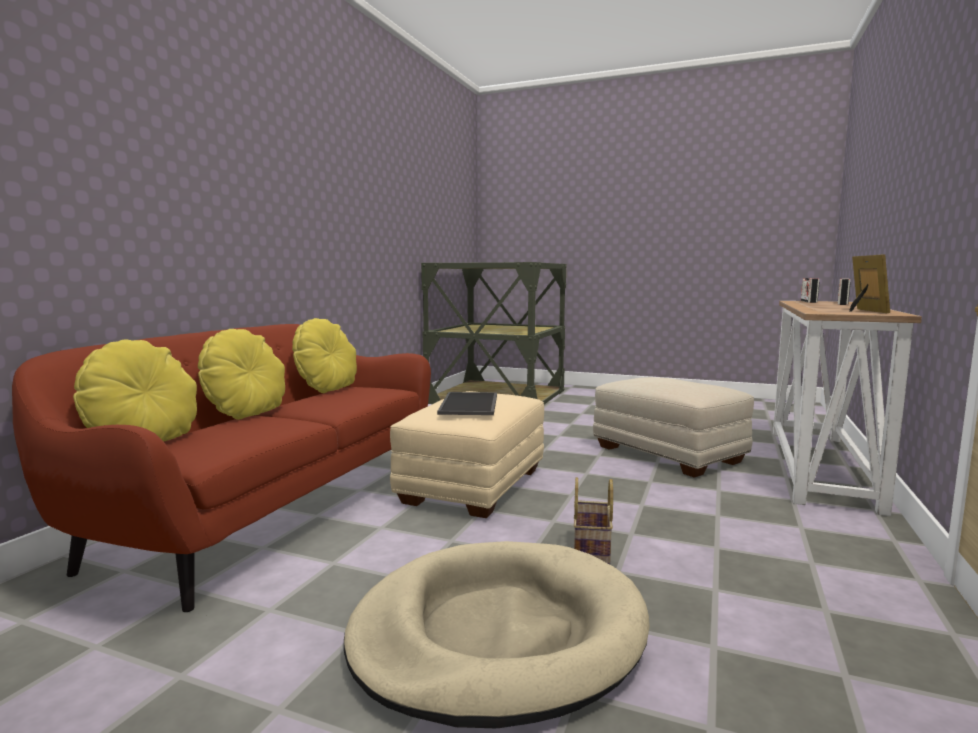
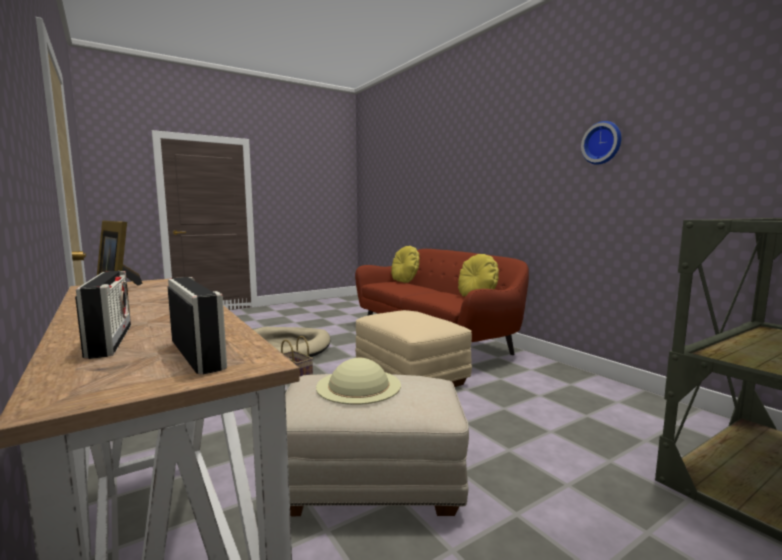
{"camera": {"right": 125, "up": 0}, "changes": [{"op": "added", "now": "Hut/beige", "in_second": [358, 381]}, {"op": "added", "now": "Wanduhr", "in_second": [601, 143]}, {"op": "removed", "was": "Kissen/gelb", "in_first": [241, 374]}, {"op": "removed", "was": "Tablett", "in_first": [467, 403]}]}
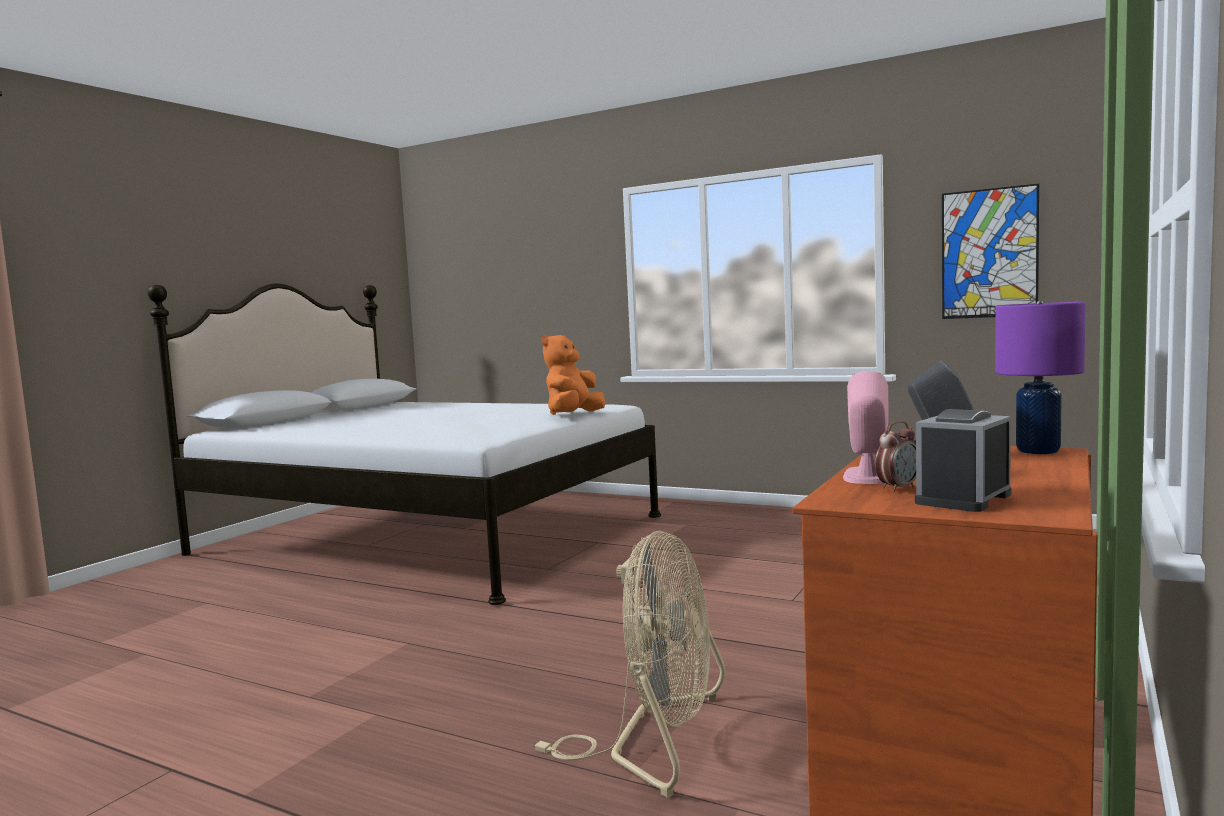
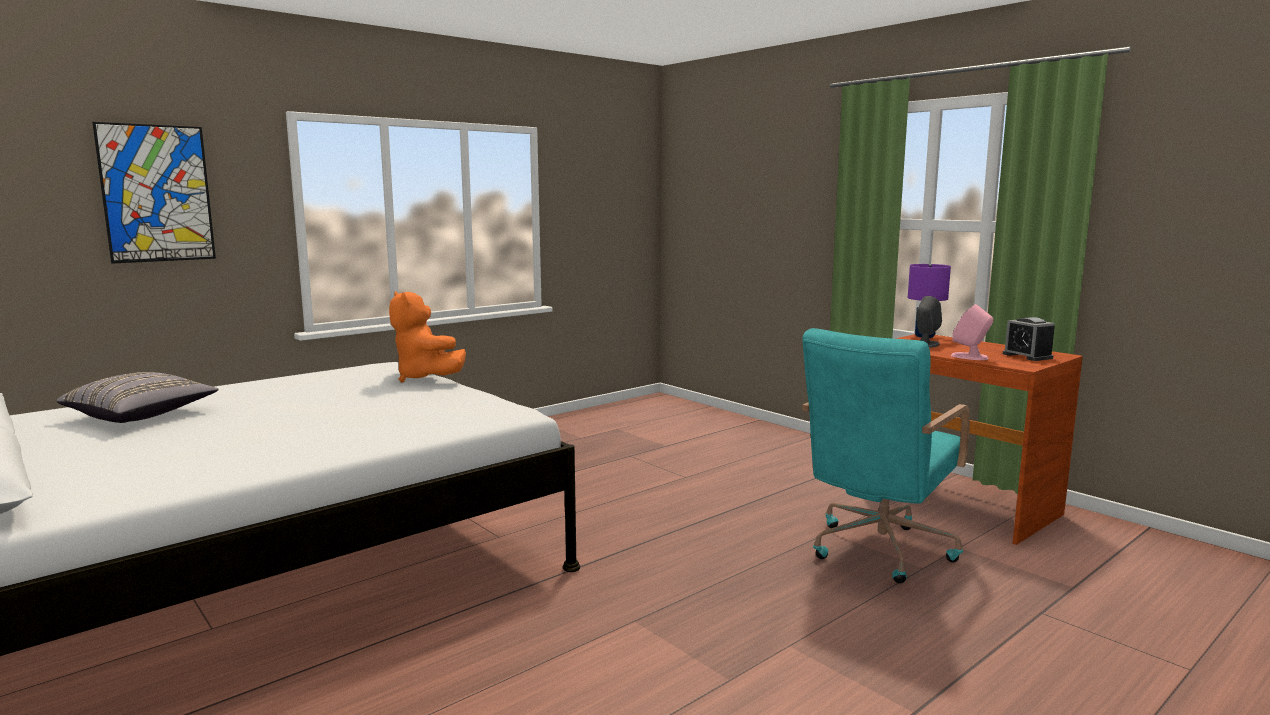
{"camera": {"right": -70, "up": 5}, "changes": [{"op": "added", "now": "Kissen/grau", "in_second": [138, 397]}, {"op": "moved", "was": "Bild", "in_first": [990, 251], "in_second": [154, 193]}, {"op": "replaced", "was": "Ventilator/beige", "now": "Bürostuhl/türkis", "in_first": [630, 664], "in_second": [886, 455]}, {"op": "removed", "was": "Wecker", "in_first": [895, 456]}]}
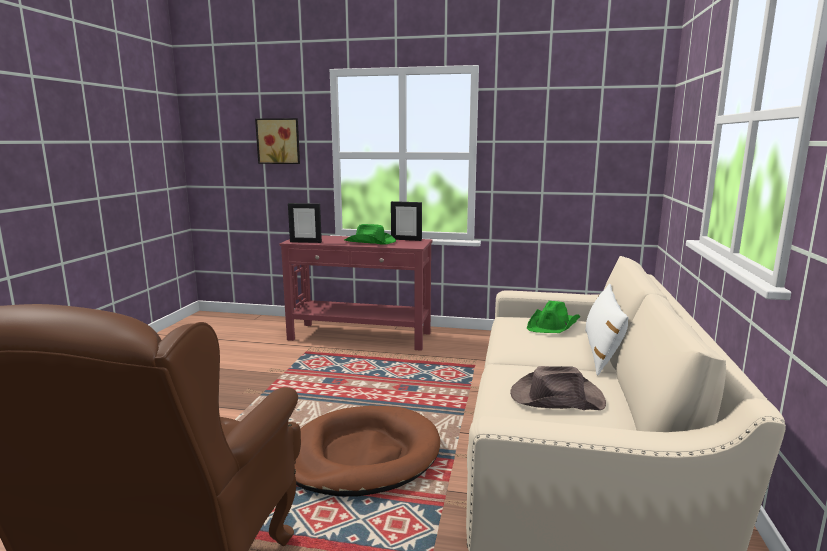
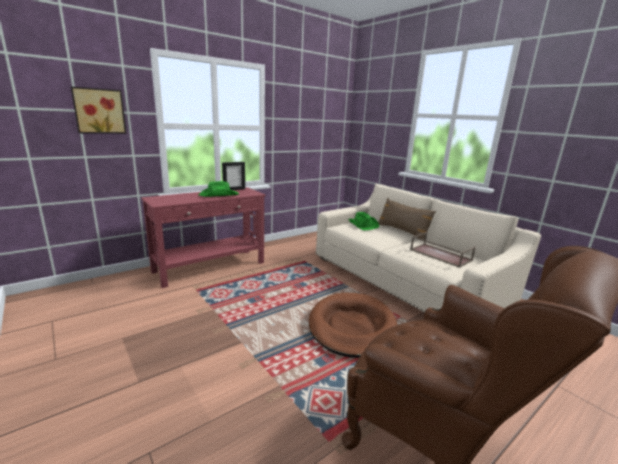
{"camera": {"right": -50, "up": 5}, "changes": [{"op": "recoloured", "was": "Kissen/weiß", "now": "Kissen/braun", "in_first": [606, 329], "in_second": [407, 219]}, {"op": "replaced", "was": "Hut/braun", "now": "Tablett/braun", "in_first": [558, 388], "in_second": [442, 250]}, {"op": "removed", "was": "Bilderrahmen", "in_first": [305, 223]}]}
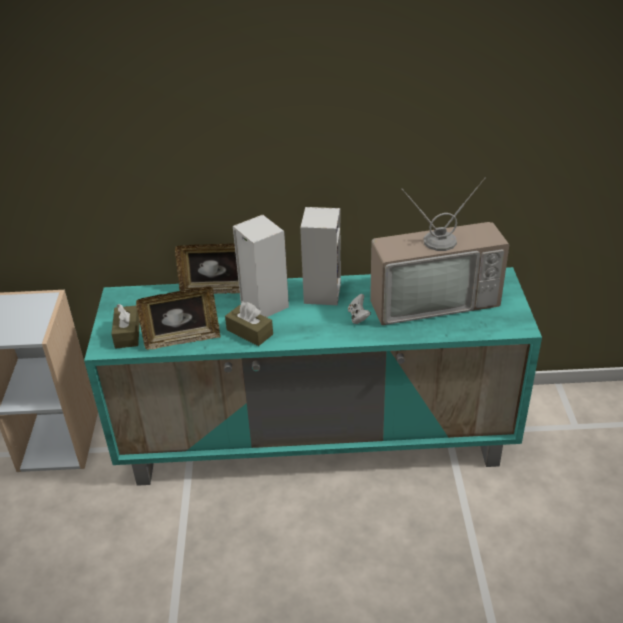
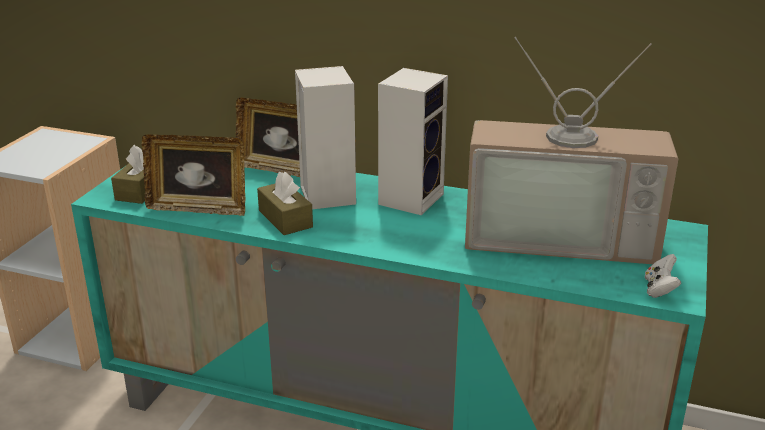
{"camera": {"right": 20, "up": -10}, "changes": [{"op": "moved", "was": "Gamepad/weiß", "in_first": [359, 309], "in_second": [663, 276]}]}
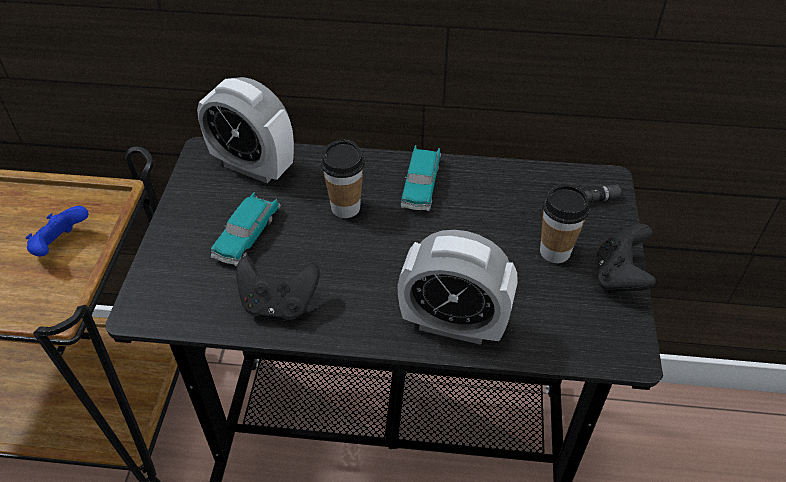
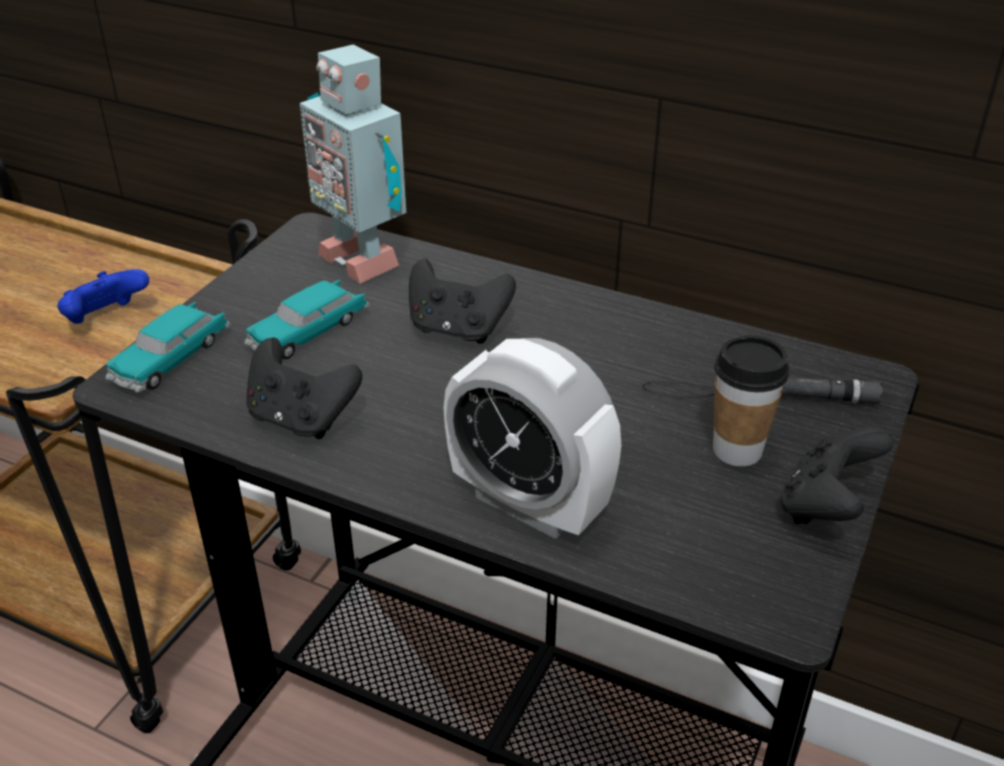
{"camera": {"right": 20, "up": -10}, "changes": [{"op": "moved", "was": "Spielzeugauto", "in_first": [421, 178], "in_second": [168, 347]}, {"op": "replaced", "was": "Wecker", "now": "Spielzeugroboter", "in_first": [245, 130], "in_second": [353, 164]}, {"op": "replaced", "was": "Tasse", "now": "Gamepad/schwarz", "in_first": [343, 179], "in_second": [462, 301]}]}
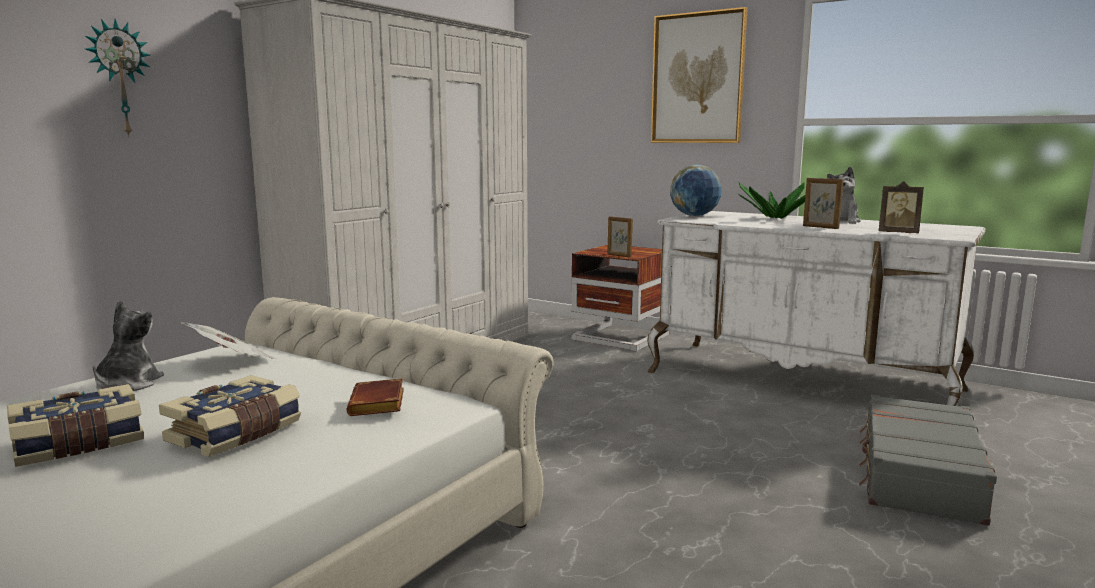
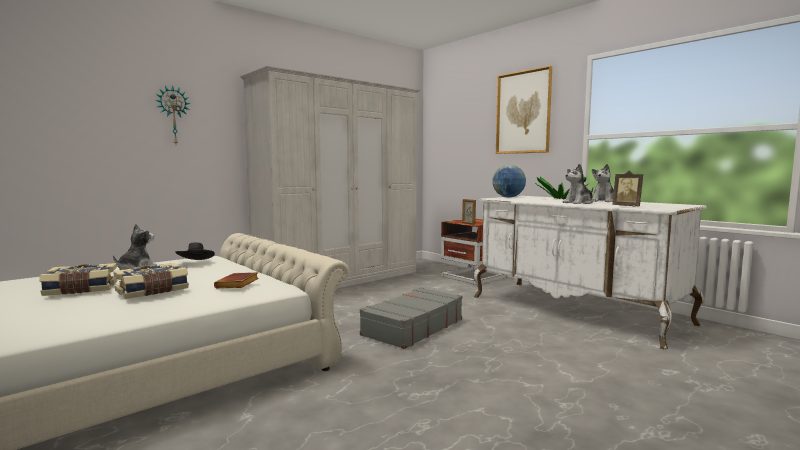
{"camera": {"right": 15, "up": -5}, "changes": [{"op": "replaced", "was": "Zeitung", "now": "Hut/schwarz", "in_first": [227, 340], "in_second": [195, 251]}, {"op": "moved", "was": "Koffer/grau", "in_first": [928, 460], "in_second": [411, 318]}, {"op": "replaced", "was": "Bilderrahmen", "now": "Plüschtier", "in_first": [823, 203], "in_second": [578, 184]}]}
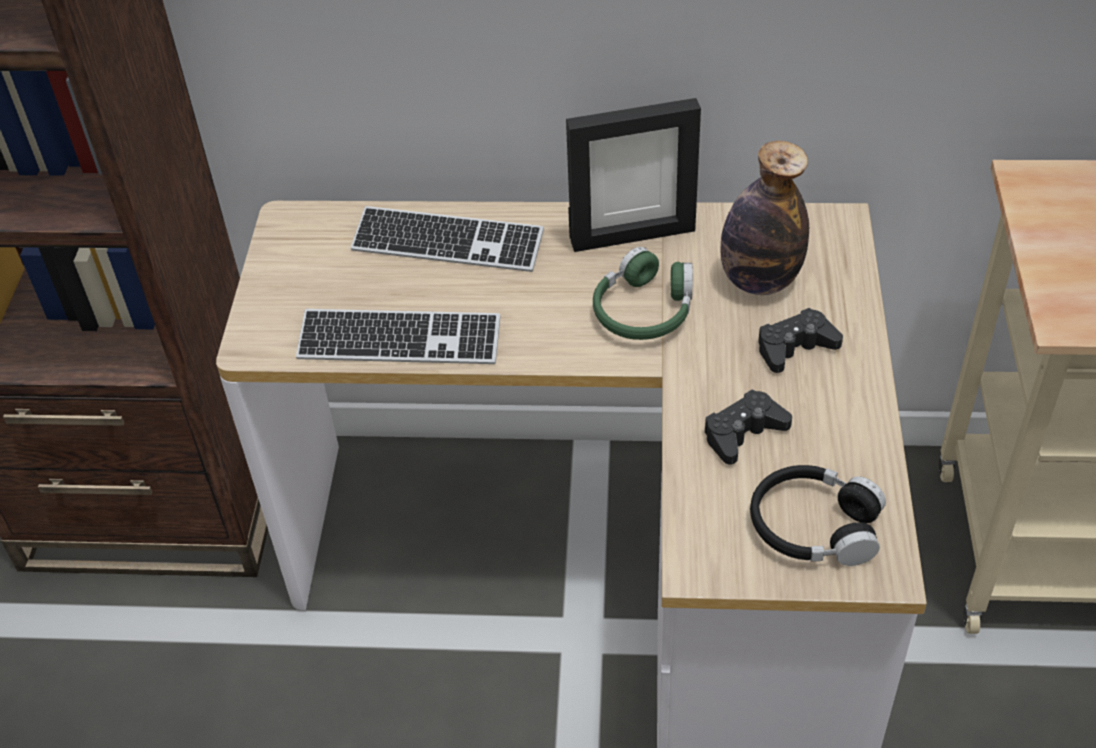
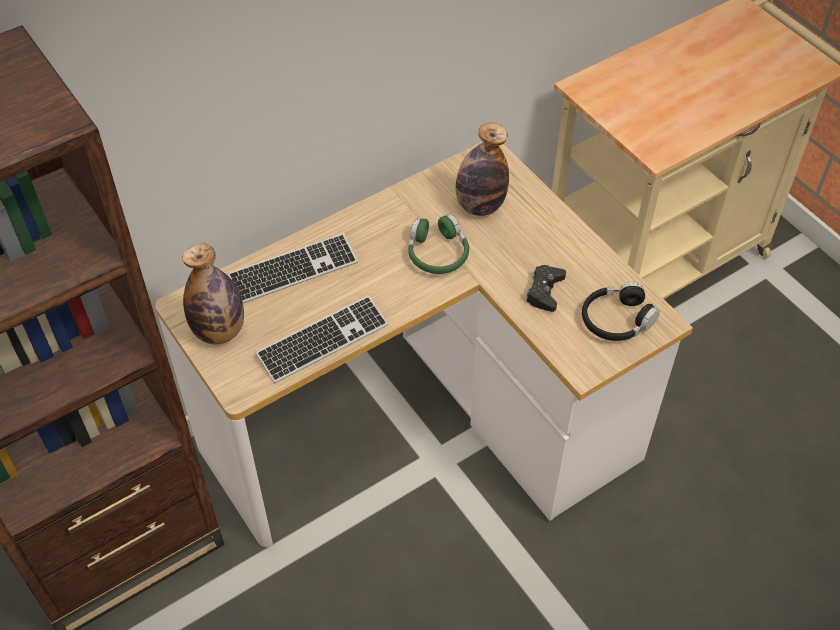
{"camera": {"right": -40, "up": 5}, "changes": [{"op": "added", "now": "Flasche", "in_second": [213, 294]}, {"op": "removed", "was": "Bilderrahmen", "in_first": [633, 175]}, {"op": "removed", "was": "Gamepad/schwarz", "in_first": [800, 340]}]}
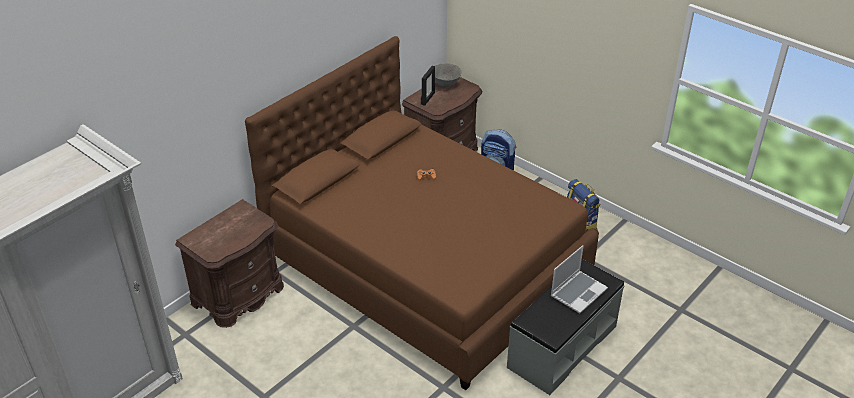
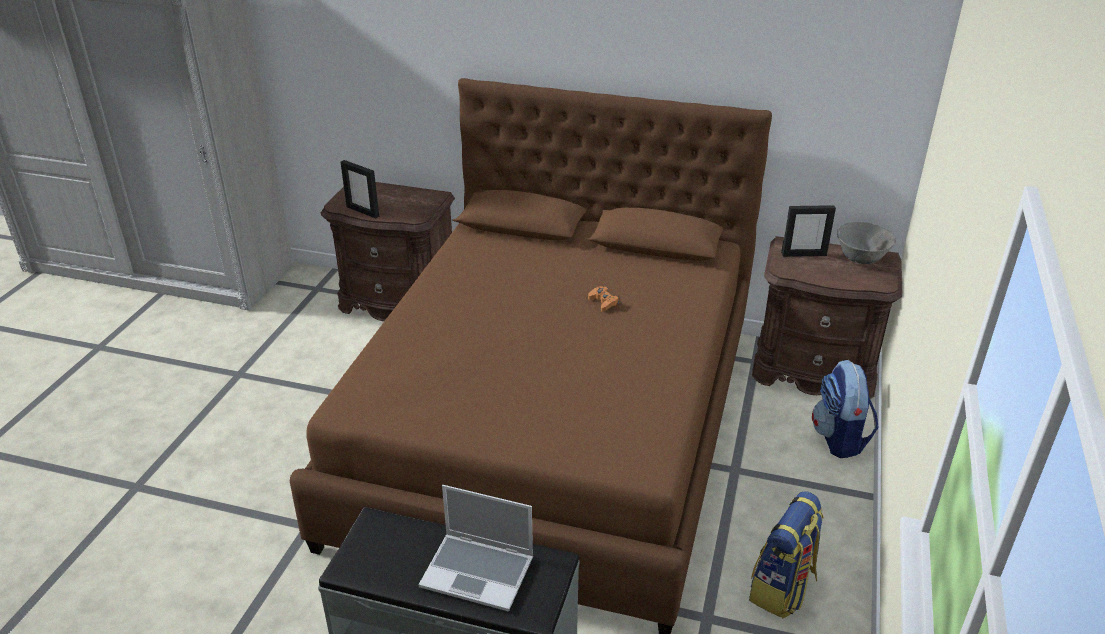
{"camera": {"right": 65, "up": -5}, "changes": [{"op": "added", "now": "Bilderrahmen", "in_second": [360, 189]}]}
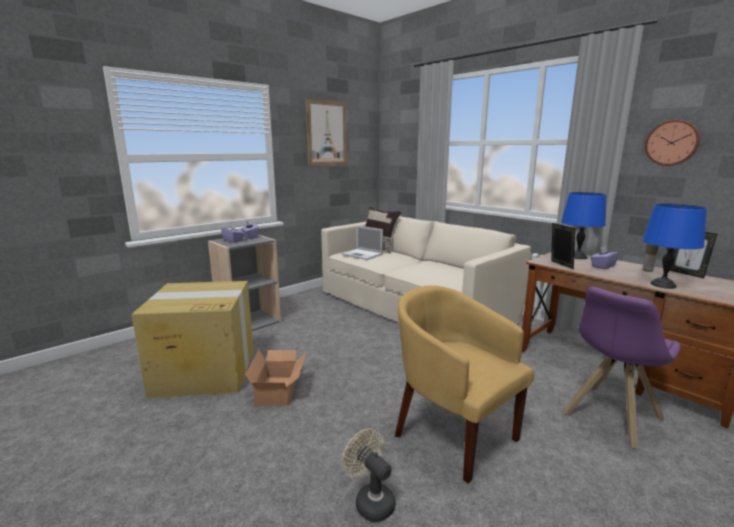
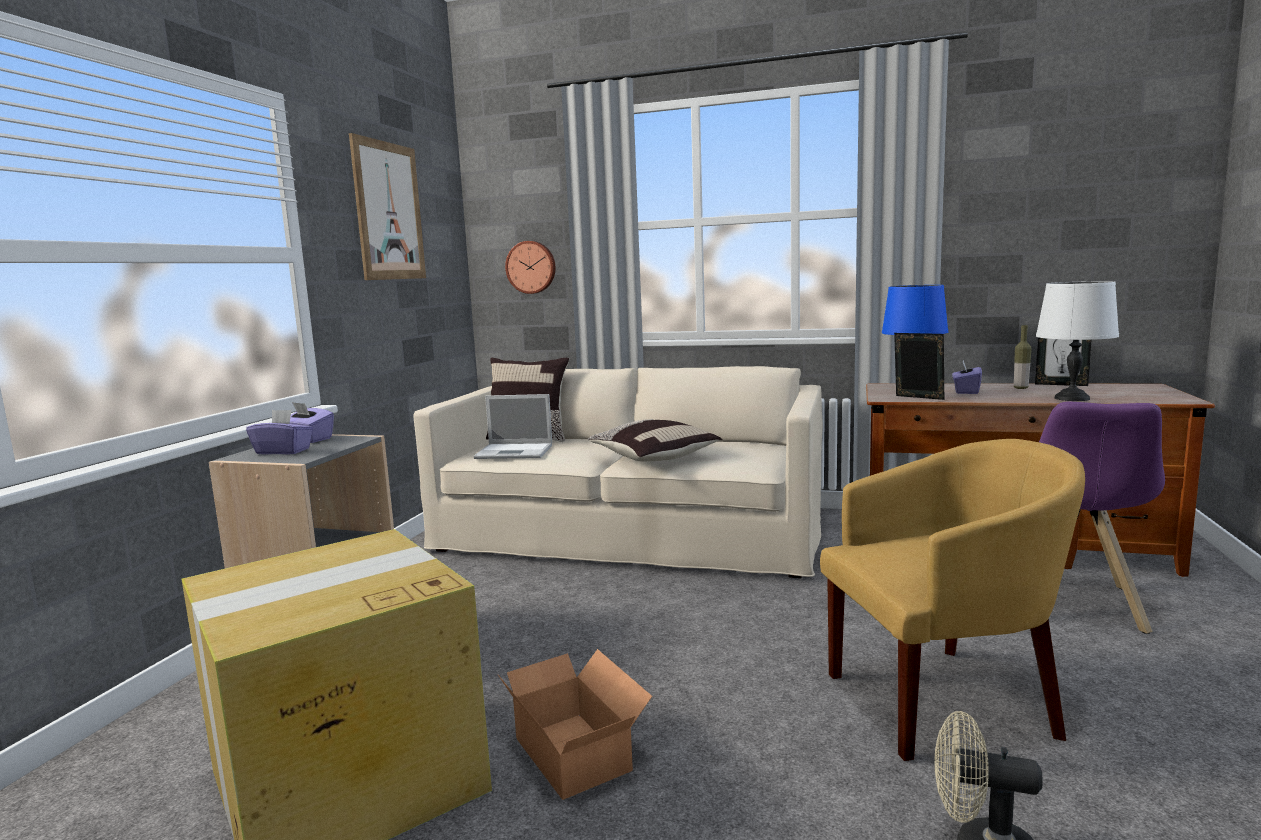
{"camera": {"right": -30, "up": -5}, "changes": [{"op": "moved", "was": "Wanduhr", "in_first": [672, 143], "in_second": [530, 267]}, {"op": "added", "now": "Kissen", "in_second": [655, 440]}, {"op": "turned", "was": "Sessel/gelb", "in_first": [464, 384], "in_second": [952, 600], "clockwise": 150}, {"op": "recoloured", "was": "Tischlampe/blau", "now": "Tischlampe/weiß", "in_first": [674, 246], "in_second": [1077, 341]}]}
